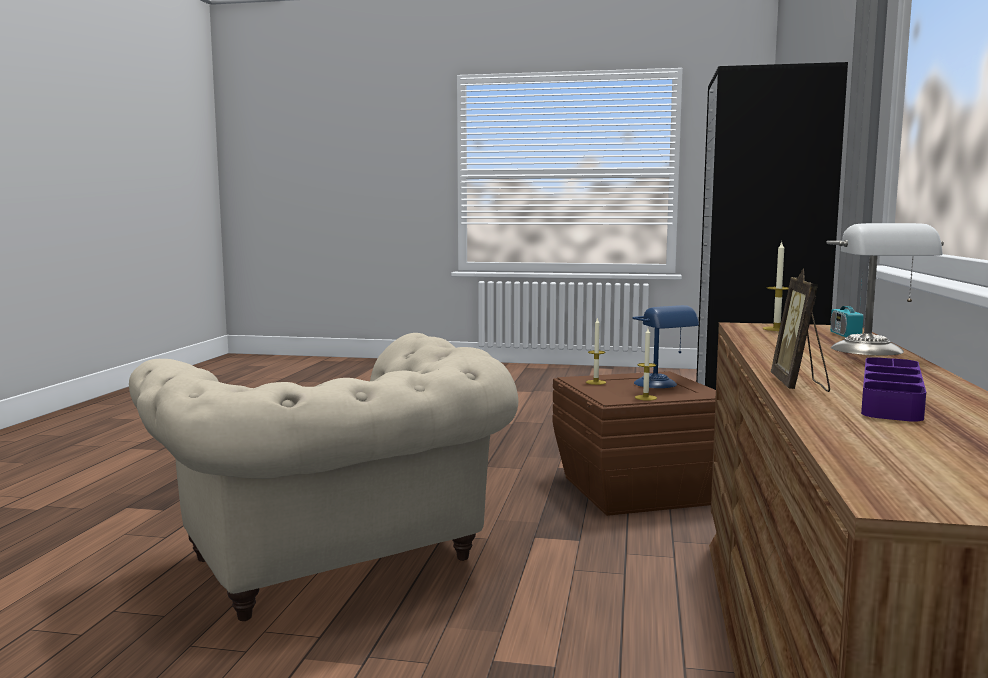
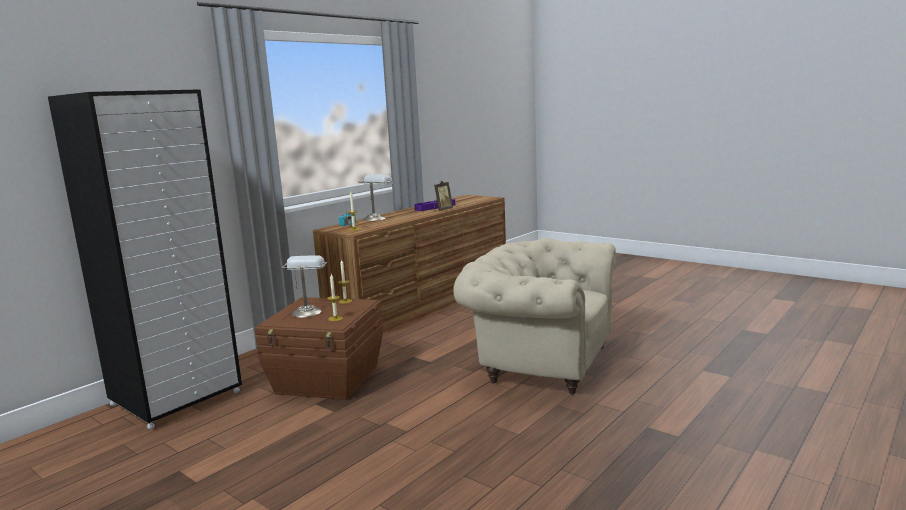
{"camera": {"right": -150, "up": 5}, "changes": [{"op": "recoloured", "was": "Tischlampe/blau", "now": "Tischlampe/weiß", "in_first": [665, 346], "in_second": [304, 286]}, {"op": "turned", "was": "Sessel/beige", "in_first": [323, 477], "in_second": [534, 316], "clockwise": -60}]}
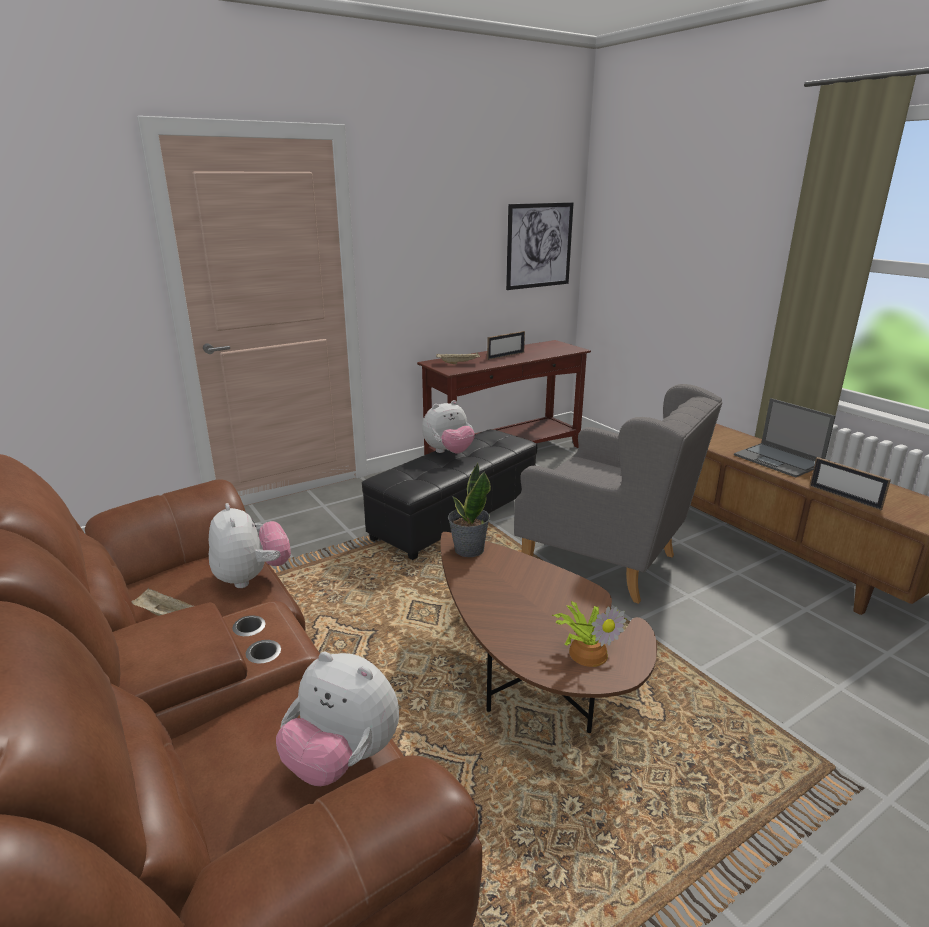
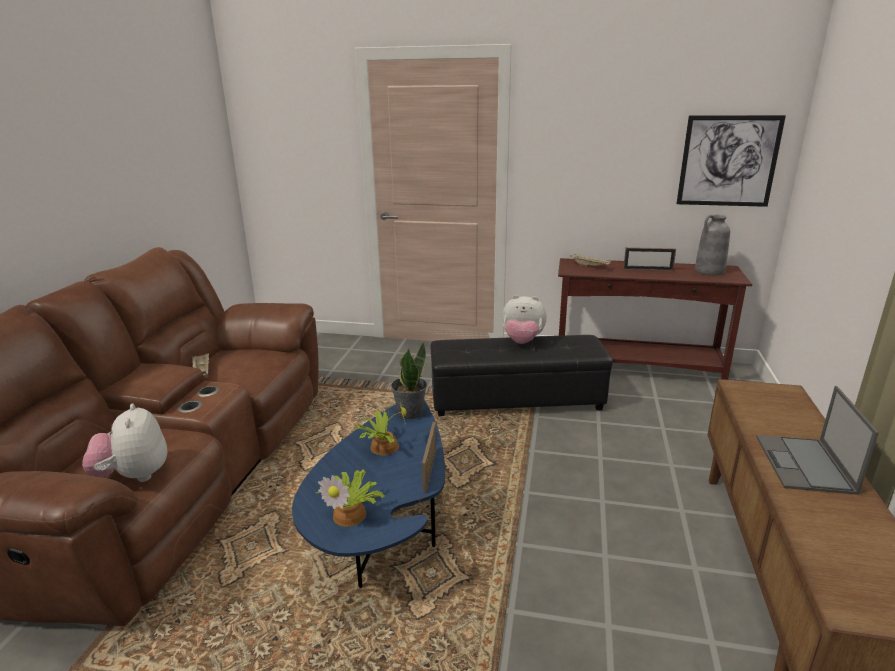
{"camera": {"right": 45, "up": 0}, "changes": [{"op": "recoloured", "was": "Couchtisch/braun", "now": "Couchtisch/blau", "in_first": [549, 632], "in_second": [368, 494]}, {"op": "added", "now": "Topfpflanze", "in_second": [380, 429]}, {"op": "moved", "was": "Bilderrahmen", "in_first": [850, 483], "in_second": [429, 457]}, {"op": "added", "now": "Vase/grau", "in_second": [712, 245]}, {"op": "removed", "was": "Plüschtier", "in_first": [250, 545]}, {"op": "removed", "was": "Sessel/grau", "in_first": [618, 494]}]}
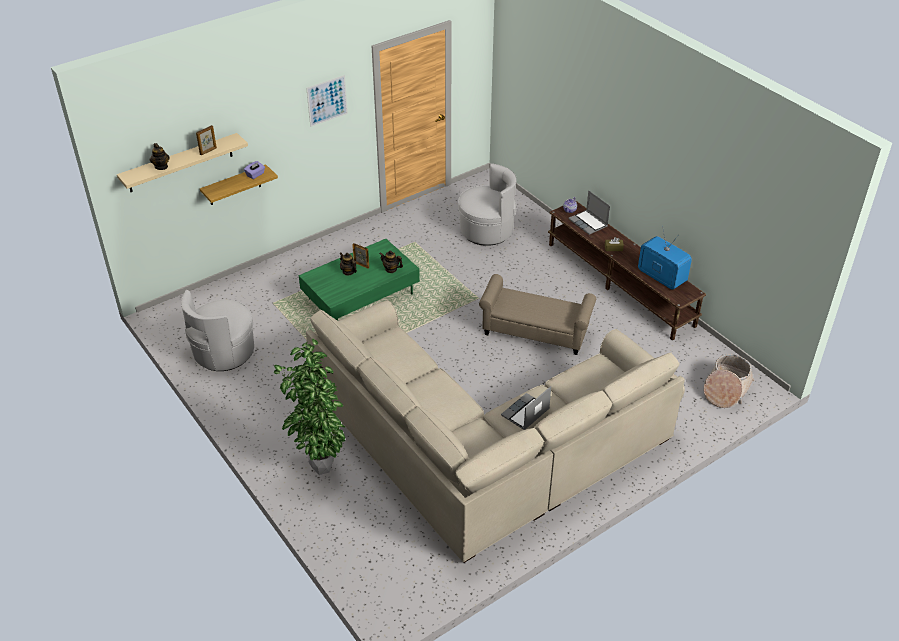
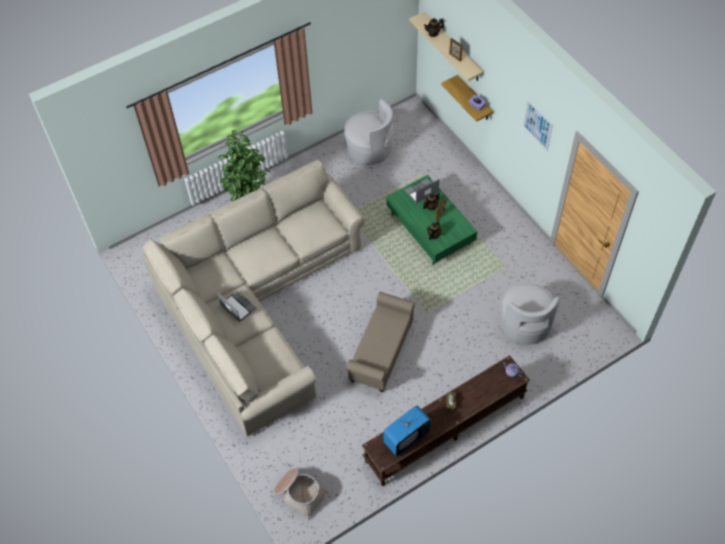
{"camera": {"right": 95, "up": 15}, "changes": [{"op": "turned", "was": "Sessel/weiß", "in_first": [217, 330], "in_second": [369, 132], "clockwise": 150}, {"op": "moved", "was": "Laptop", "in_first": [589, 213], "in_second": [422, 191]}]}
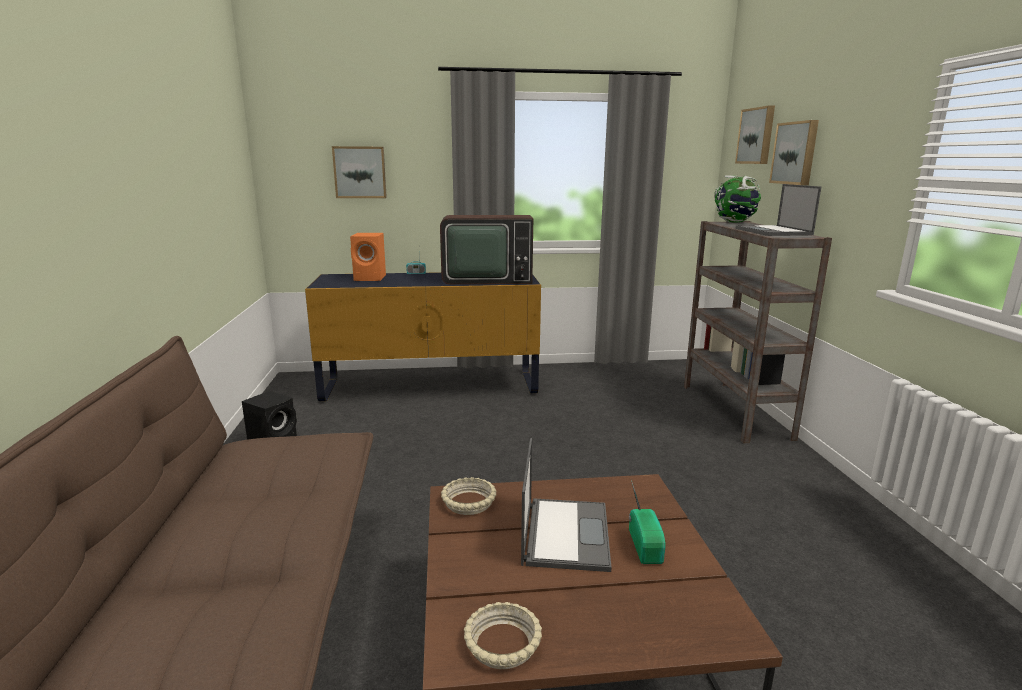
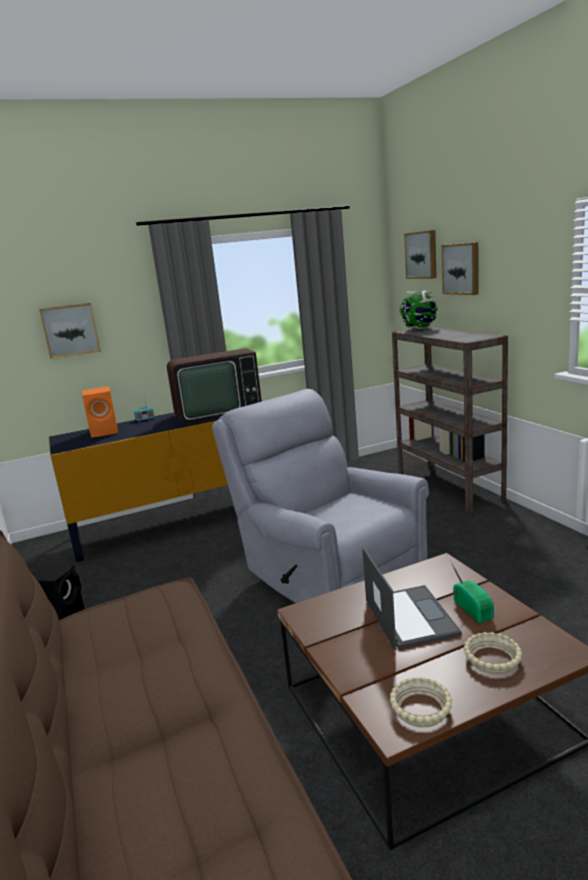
{"camera": {"right": -15, "up": 0}, "changes": [{"op": "added", "now": "Sessel/grau", "in_second": [320, 496]}, {"op": "moved", "was": "Schüssel/beige", "in_first": [469, 496], "in_second": [493, 653]}, {"op": "removed", "was": "Laptop", "in_first": [778, 210]}]}
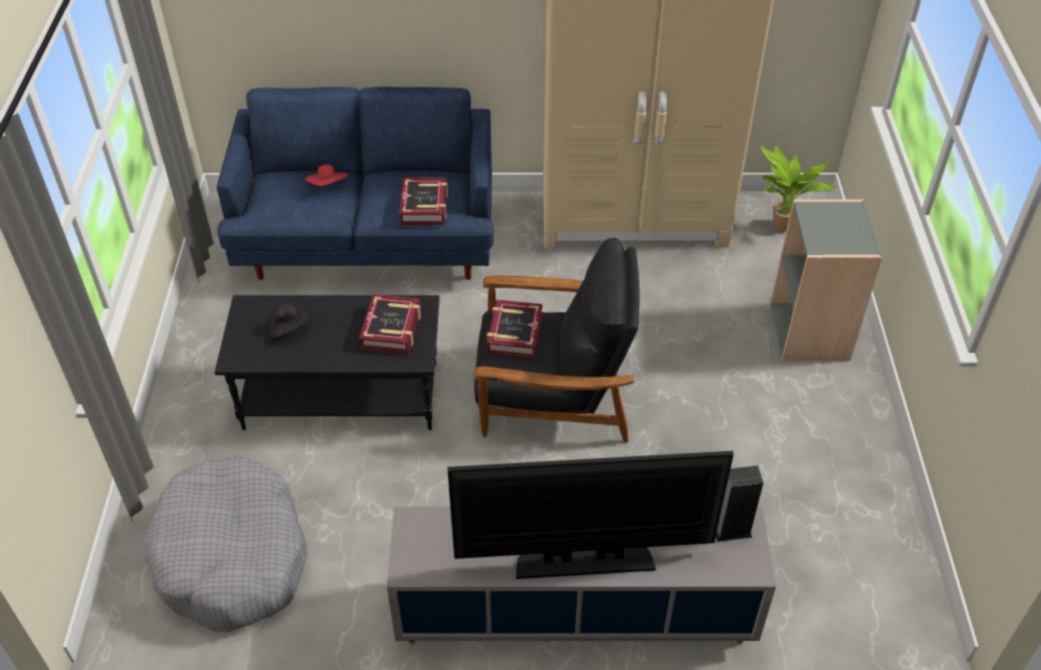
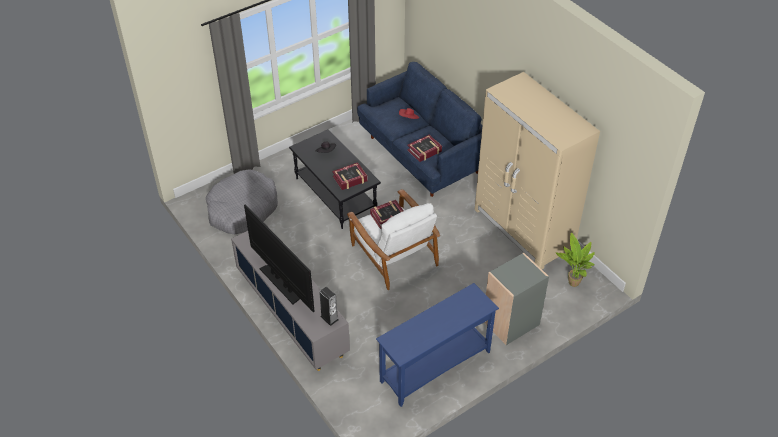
{"camera": {"right": 55, "up": 0}, "changes": [{"op": "recoloured", "was": "Sessel/schwarz", "now": "Sessel/weiß", "in_first": [556, 340], "in_second": [393, 239]}, {"op": "added", "now": "Konsolentisch/blau", "in_second": [437, 345]}]}
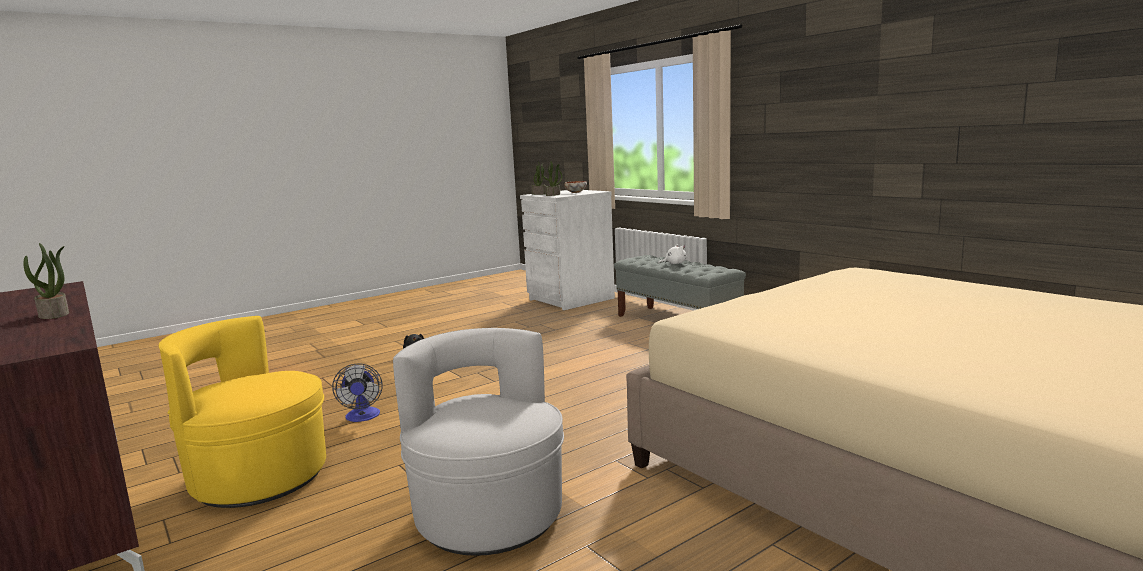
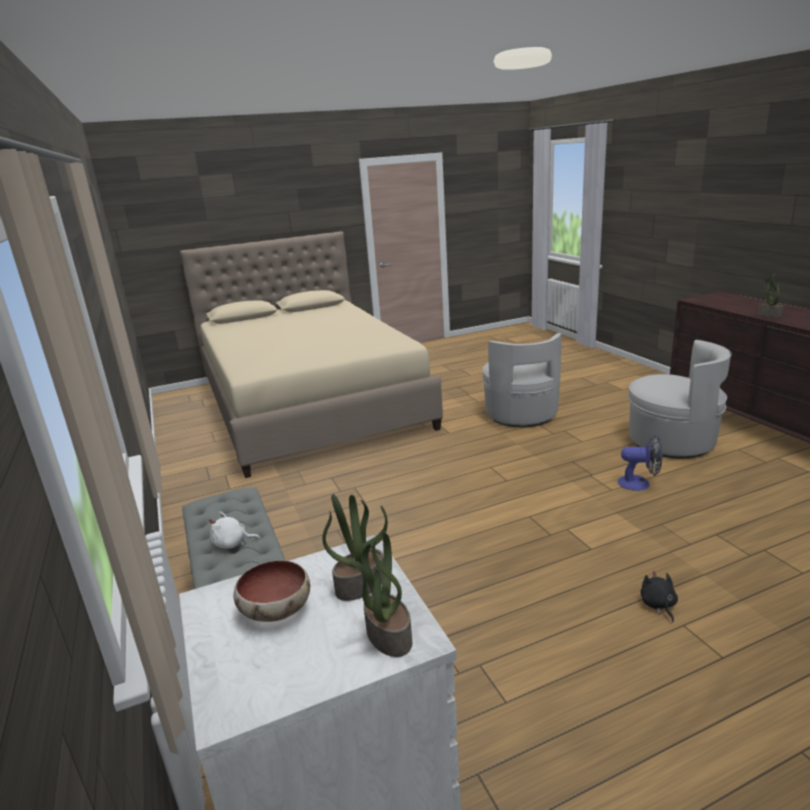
{"camera": {"right": -165, "up": 10}, "changes": [{"op": "turned", "was": "Ventilator", "in_first": [357, 392], "in_second": [640, 463], "clockwise": 105}, {"op": "recoloured", "was": "Sessel/gelb", "now": "Sessel/weiß", "in_first": [242, 412], "in_second": [680, 399]}]}
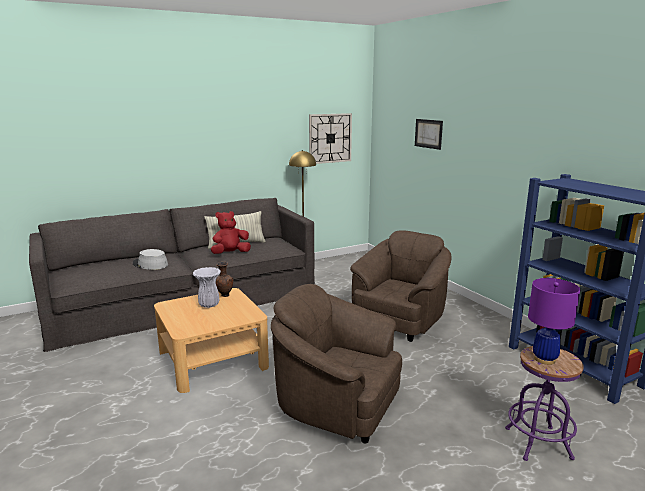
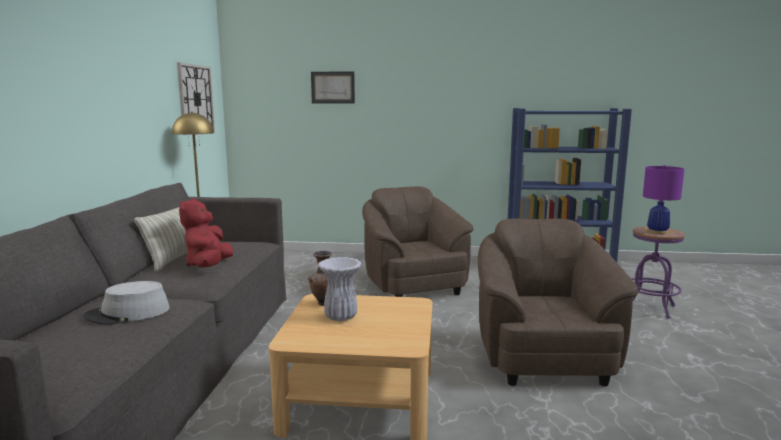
{"camera": {"right": -55, "up": -5}, "changes": [{"op": "turned", "was": "Sessel/braun", "in_first": [336, 364], "in_second": [558, 302], "clockwise": 120}]}
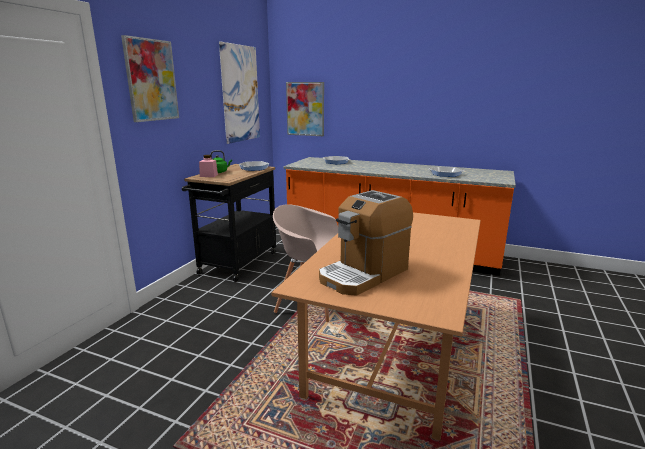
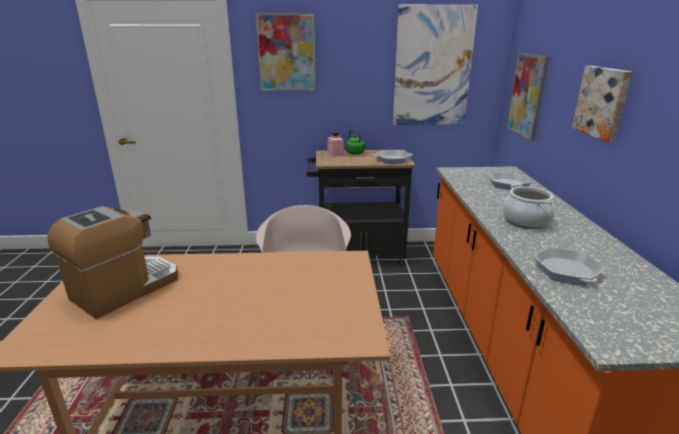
{"camera": {"right": 65, "up": 5}, "changes": [{"op": "turned", "was": "Kaffeemaschine", "in_first": [366, 243], "in_second": [113, 262], "clockwise": 105}, {"op": "added", "now": "Kochtopf", "in_second": [529, 206]}, {"op": "added", "now": "Bild", "in_second": [602, 104]}]}
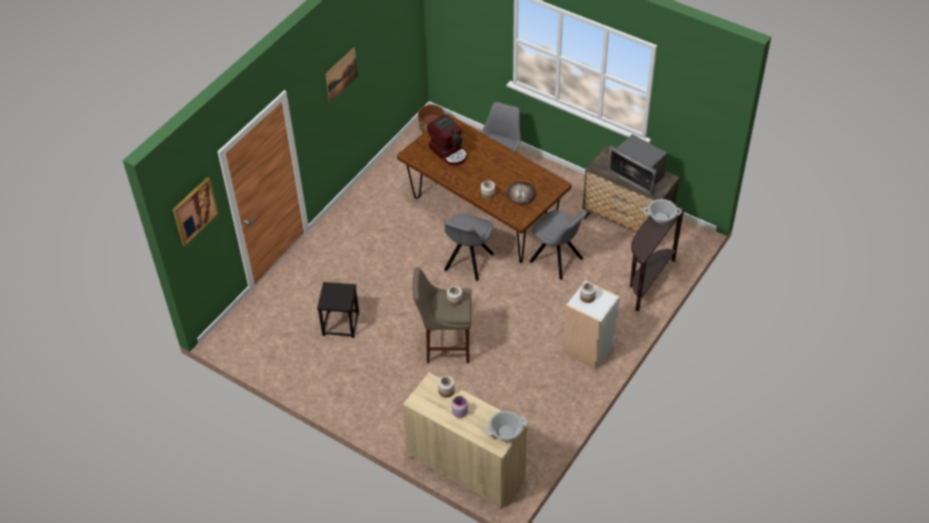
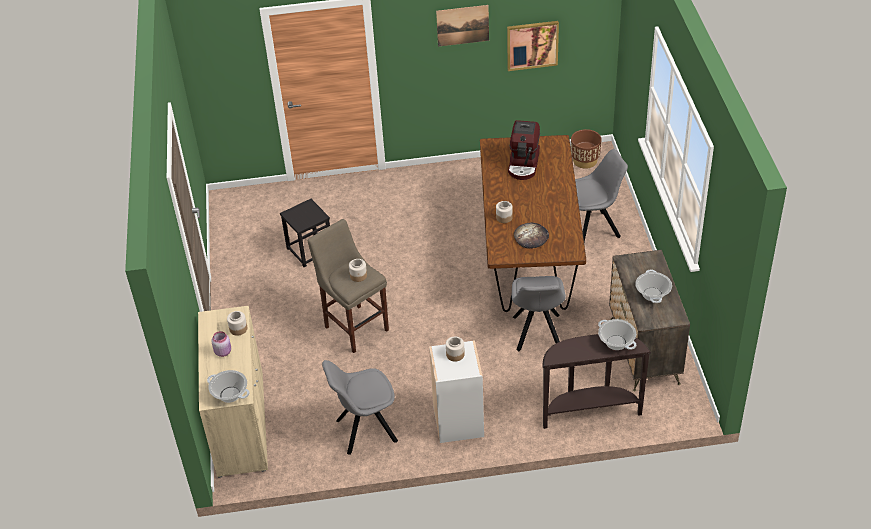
{"camera": {"right": 50, "up": -5}, "changes": [{"op": "moved", "was": "Stuhl/grau", "in_first": [469, 247], "in_second": [360, 407]}, {"op": "moved", "was": "Bild", "in_first": [195, 211], "in_second": [533, 46]}, {"op": "replaced", "was": "Mikrowelle", "now": "Kochtopf", "in_first": [637, 165], "in_second": [653, 286]}]}
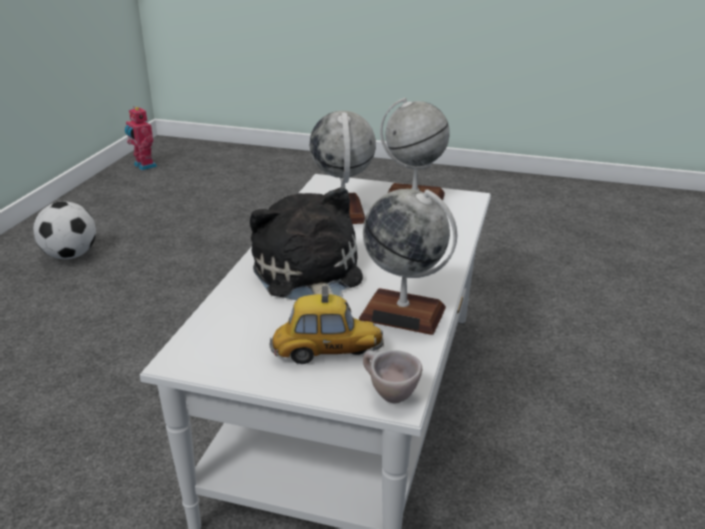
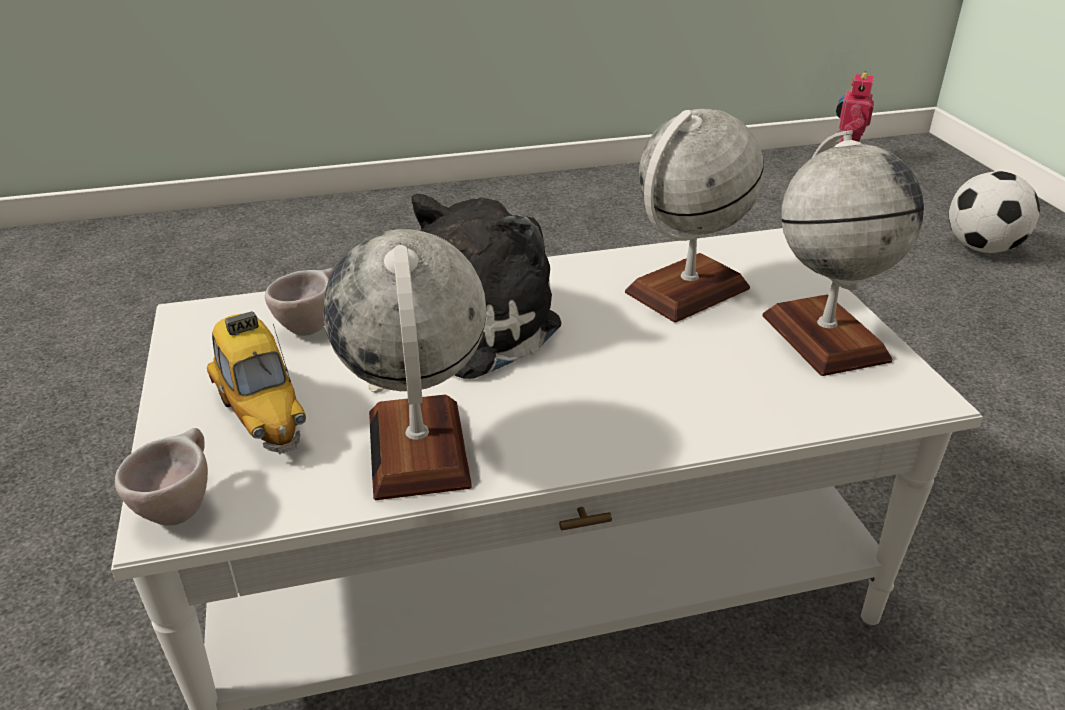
{"camera": {"right": 60, "up": 5}, "changes": [{"op": "added", "now": "Tasse/beige", "in_second": [299, 302]}, {"op": "moved", "was": "Fußball", "in_first": [64, 230], "in_second": [994, 212]}]}
